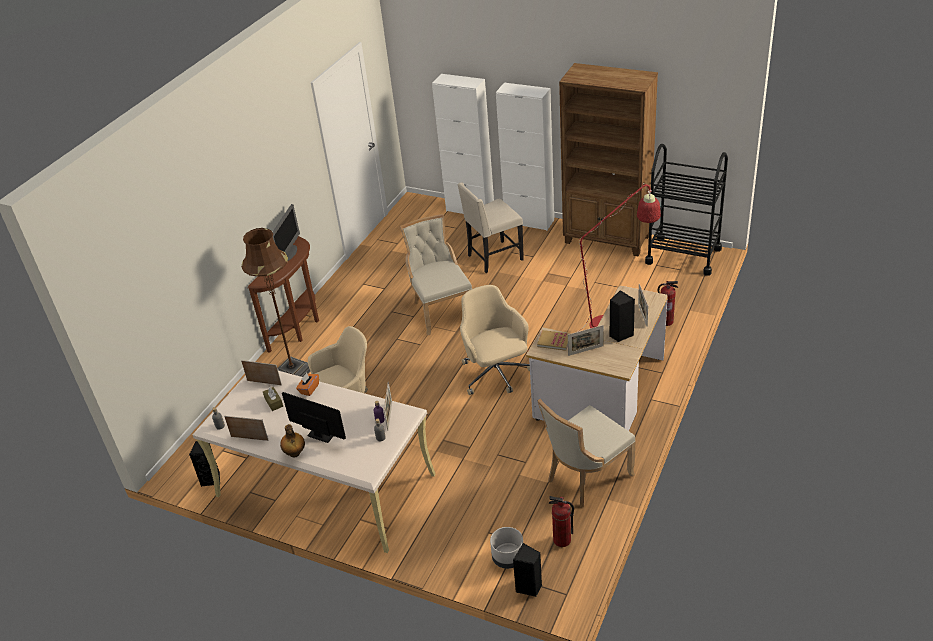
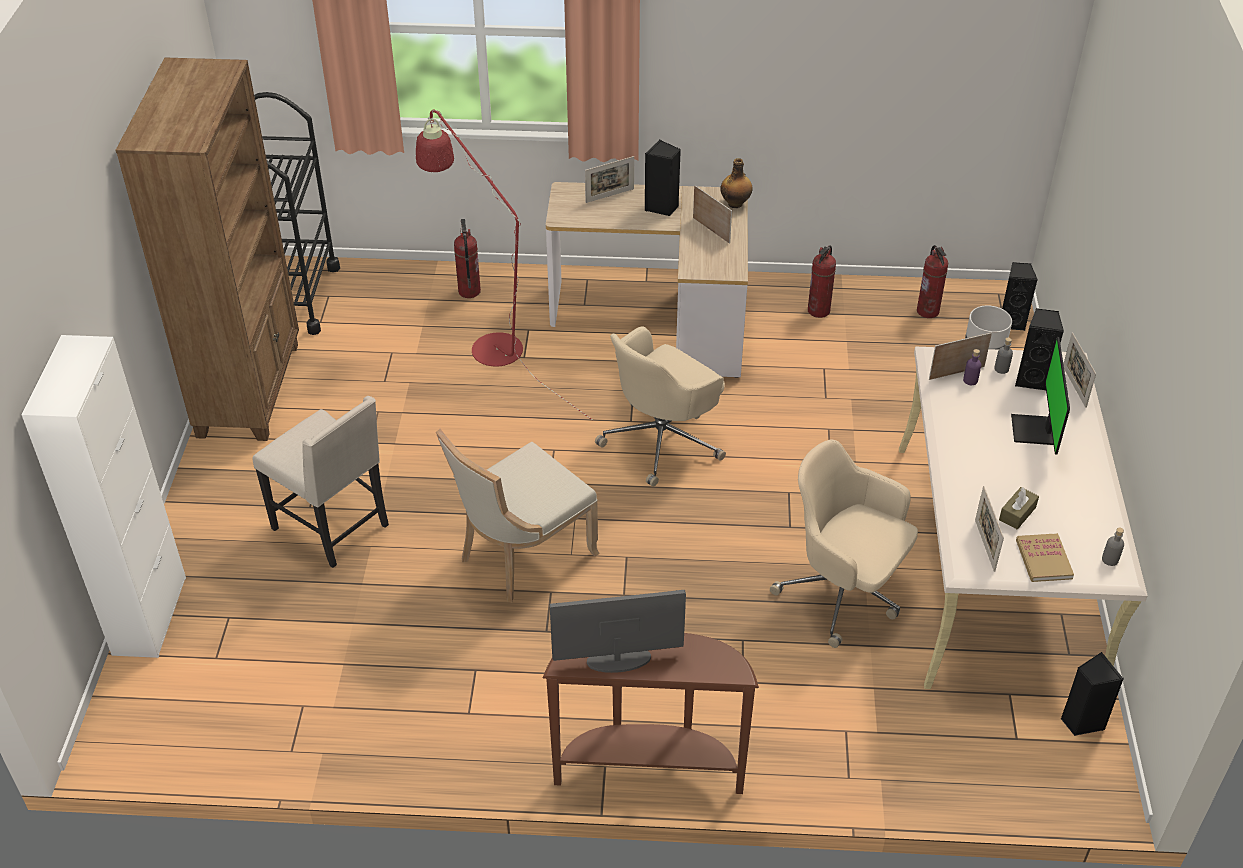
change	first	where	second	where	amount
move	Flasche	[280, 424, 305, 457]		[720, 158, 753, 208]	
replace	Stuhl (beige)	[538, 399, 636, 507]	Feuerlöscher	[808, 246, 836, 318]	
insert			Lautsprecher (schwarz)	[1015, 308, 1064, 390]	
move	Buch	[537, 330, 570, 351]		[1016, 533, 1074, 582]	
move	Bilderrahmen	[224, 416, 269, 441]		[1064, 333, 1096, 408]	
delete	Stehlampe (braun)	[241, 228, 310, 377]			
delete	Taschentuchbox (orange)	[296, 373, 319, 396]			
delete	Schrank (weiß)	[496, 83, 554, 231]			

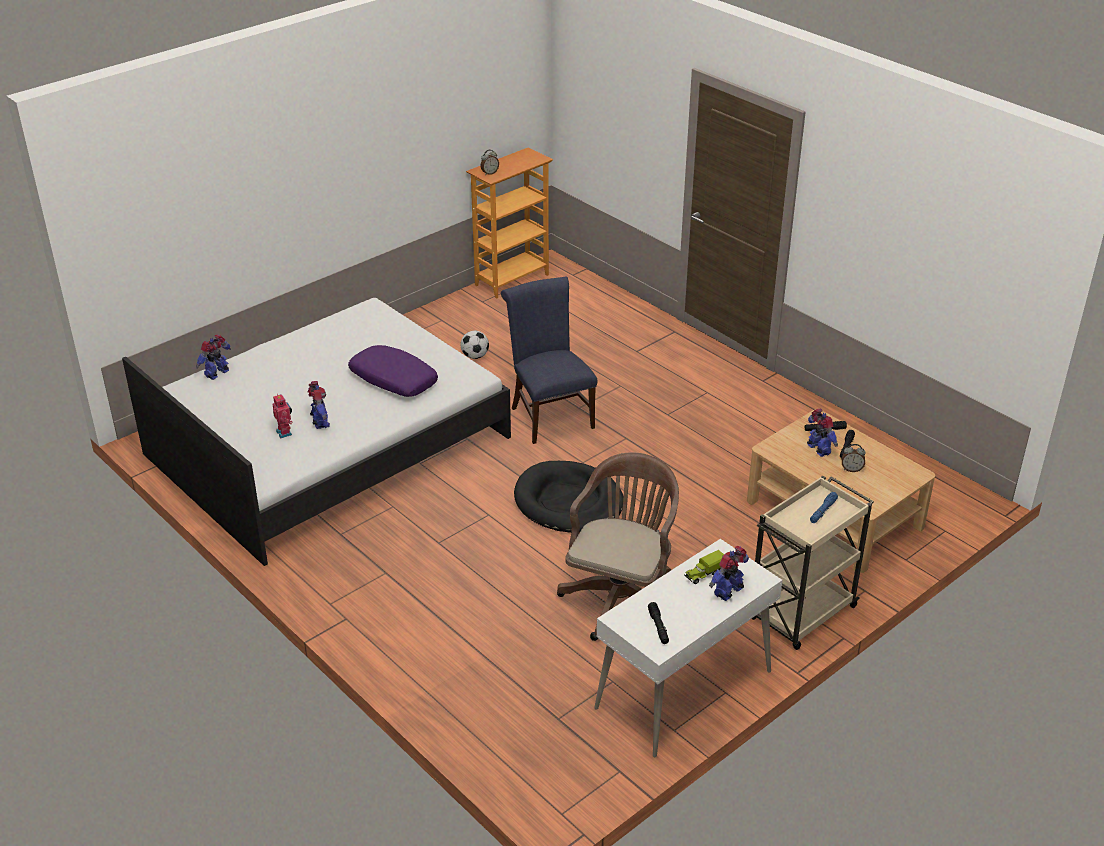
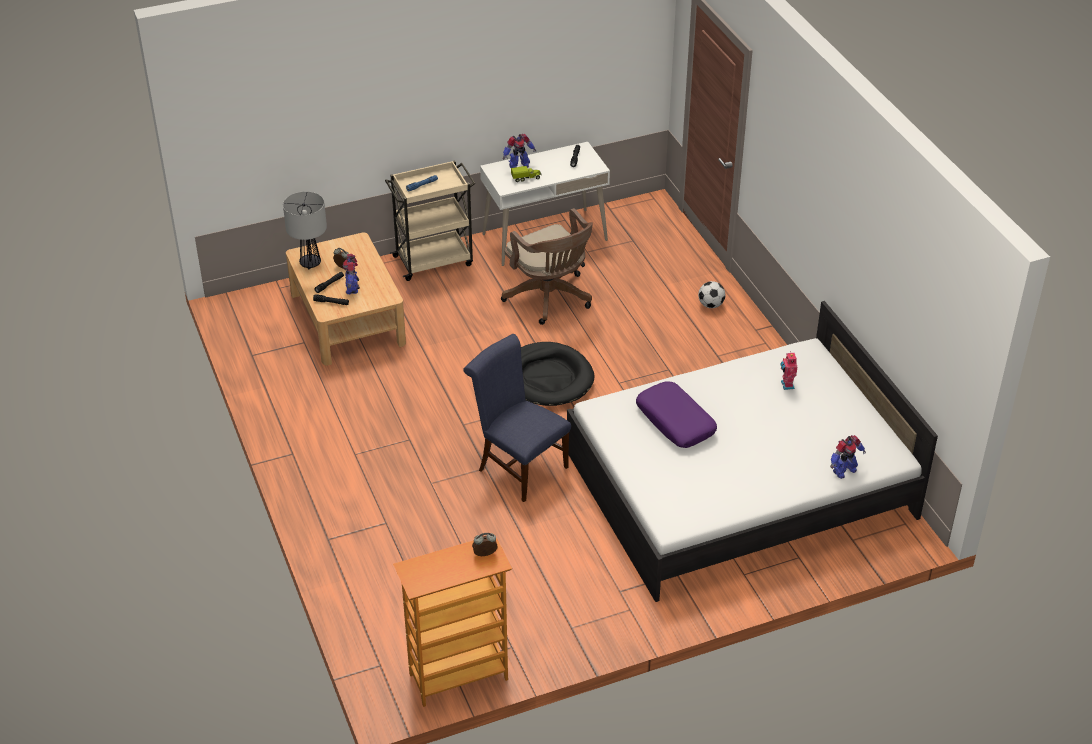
change	first	where	second	where	amount
insert			Tischlampe	[283, 192, 327, 269]	
rotate	Stuhl (blau)	[501, 277, 597, 444]		[463, 334, 571, 502]	135 degrees clockwise
rotate	Bürostuhl (braun)	[557, 452, 679, 641]		[501, 208, 593, 325]	75 degrees counterclockwise
move	Fußball	[461, 331, 489, 359]		[698, 281, 725, 308]	
delete	Spielzeugroboter	[308, 381, 330, 429]			

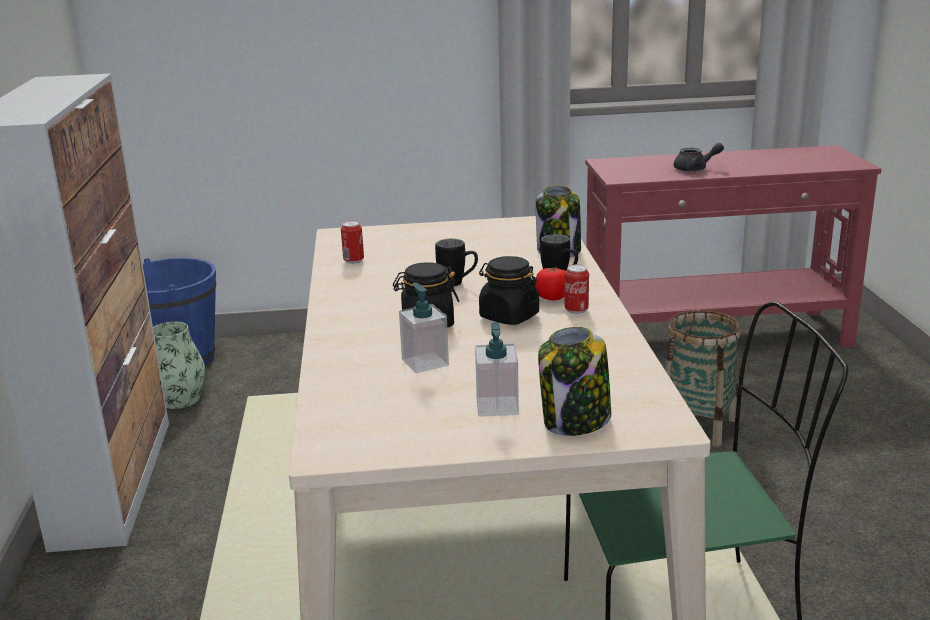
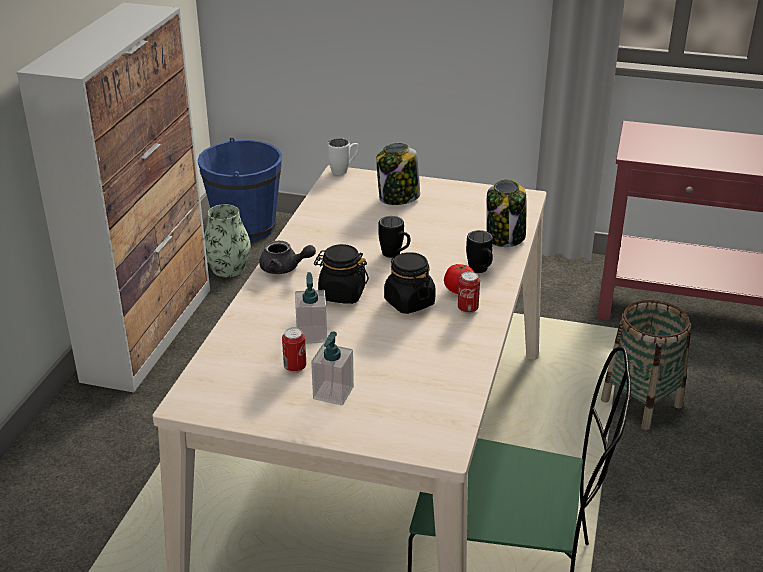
change	first	where	second	where	amount
move	Teekanne (grau)	[674, 143, 724, 172]		[259, 241, 316, 274]	
move	Dose	[341, 221, 364, 264]		[282, 327, 306, 373]	
insert			Henkelbecher (weiß)	[327, 138, 359, 175]	
move	Vorratsglas	[538, 327, 611, 436]		[376, 143, 420, 205]	

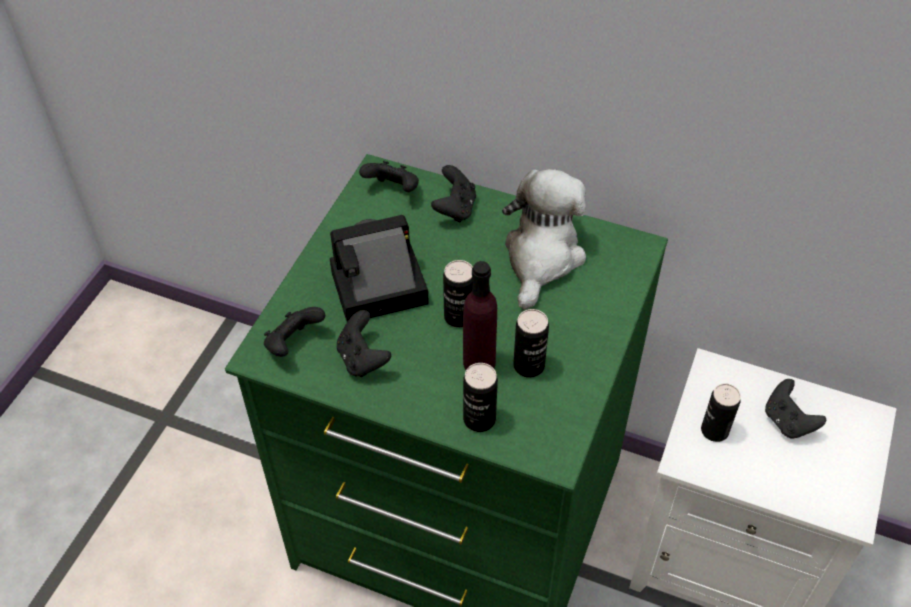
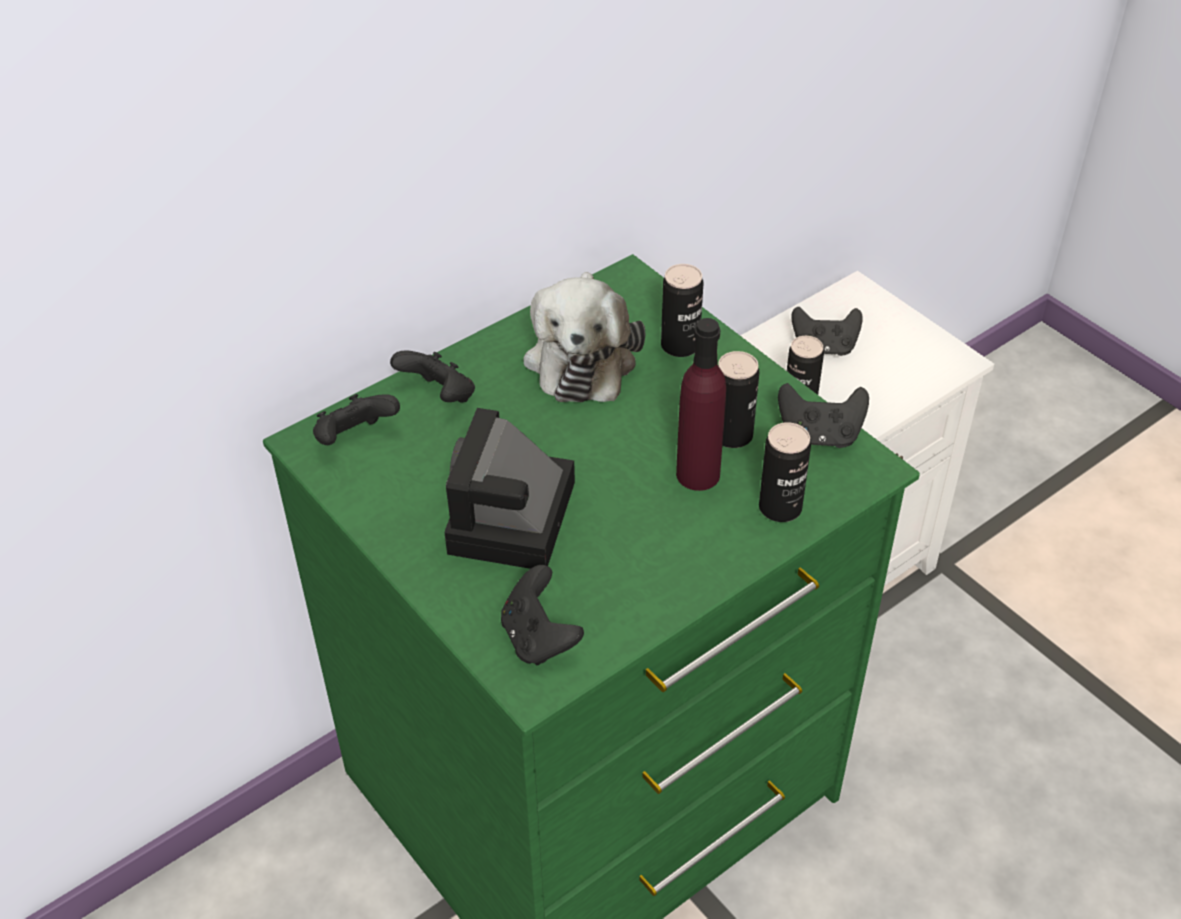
change	first	where	second	where	amount
rotate	Plüschtier	[502, 169, 586, 309]		[523, 272, 645, 402]	135 degrees counterclockwise
move	Dose	[443, 260, 473, 328]		[661, 264, 703, 357]	
move	Gamepad (schwarz)	[337, 310, 391, 377]		[778, 383, 869, 448]	

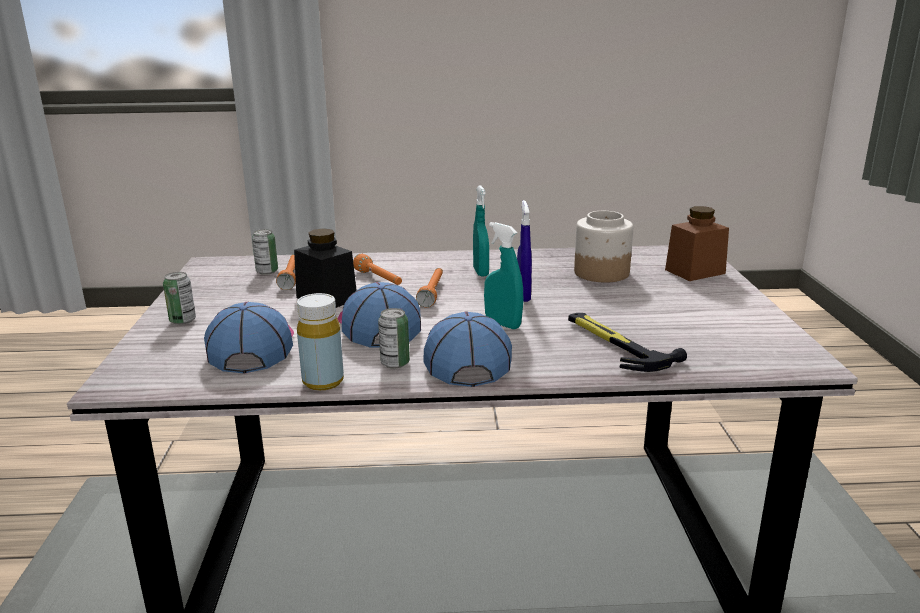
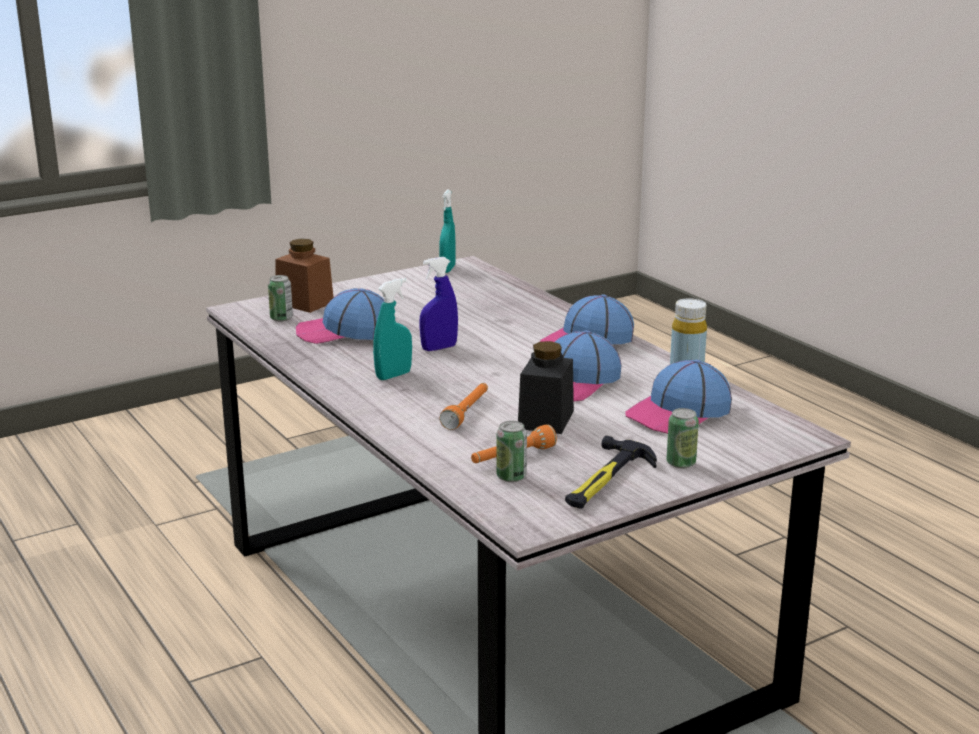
change	first	where	second	where	amount
move	Dose	[378, 308, 410, 368]		[268, 275, 293, 322]	
replace	Vorratsglas	[574, 211, 633, 283]	Kappe	[296, 288, 384, 344]	
move	Sprühflasche (türkis)	[484, 222, 524, 329]		[439, 190, 456, 273]	
move	Hammer	[568, 313, 687, 372]		[565, 436, 657, 509]	
delete	Taschenlampe (orange)	[416, 268, 443, 307]			

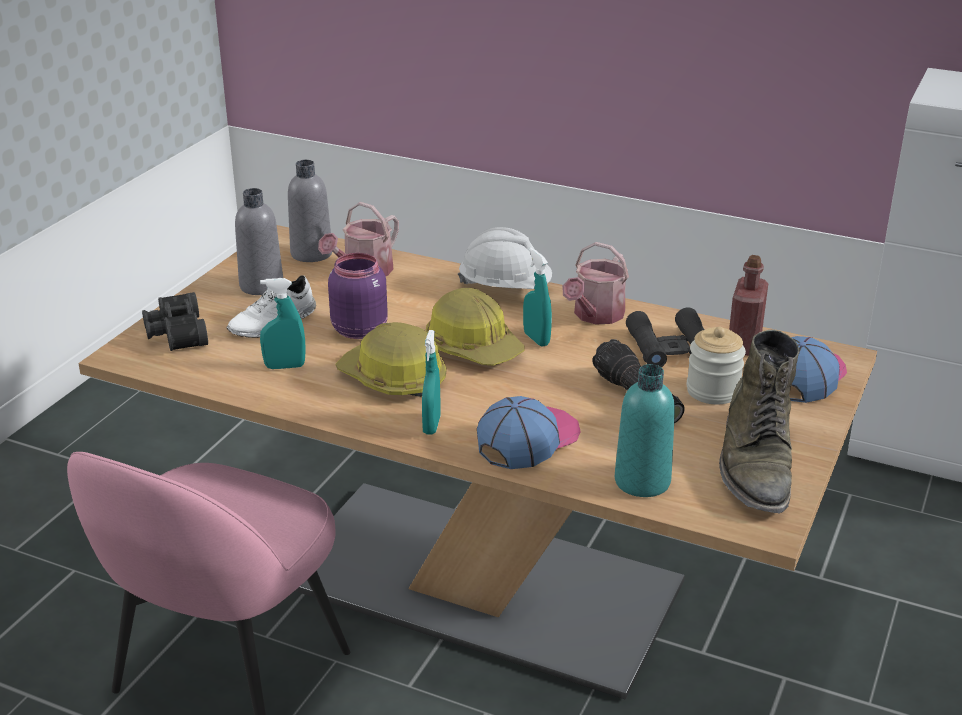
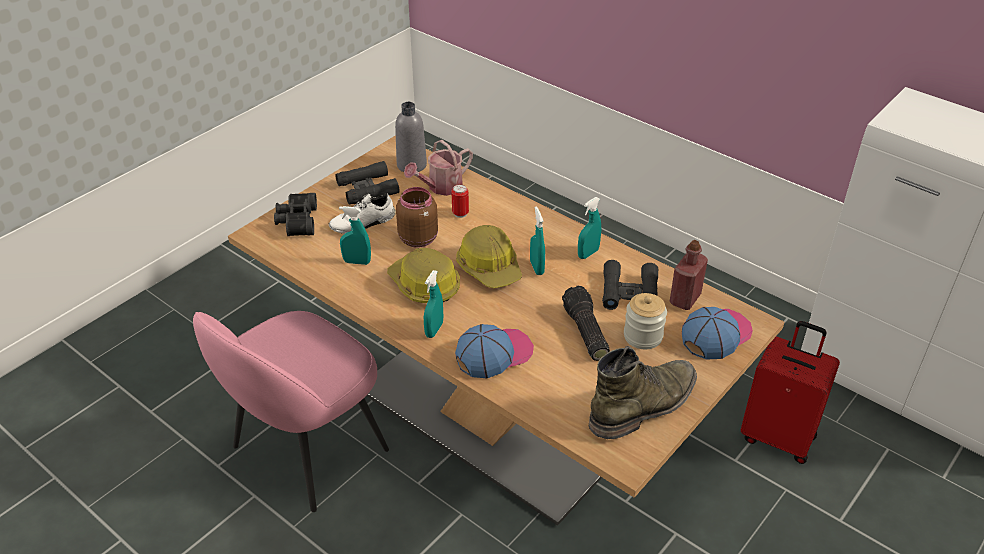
change	first	where	second	where	amount
replace	Flasche (grau)	[235, 188, 283, 295]	Fernglas (schwarz)	[335, 161, 399, 205]	
recolor	Vorratsglas (lila)	[328, 253, 388, 339]	Vorratsglas (braun)	[396, 187, 438, 248]	
insert			Dose	[452, 184, 469, 218]	
replace	Gießkanne	[562, 242, 629, 324]	Sprühflasche (türkis)	[578, 197, 601, 259]	
rotate	Stiefel (grün)	[719, 330, 799, 514]		[589, 346, 697, 439]	150 degrees counterclockwise
insert			Koffer (rot)	[741, 321, 840, 464]	
delete	Schutzhelm (weiß)	[458, 227, 552, 289]			
delete	Flasche (türkis)	[615, 364, 675, 497]			

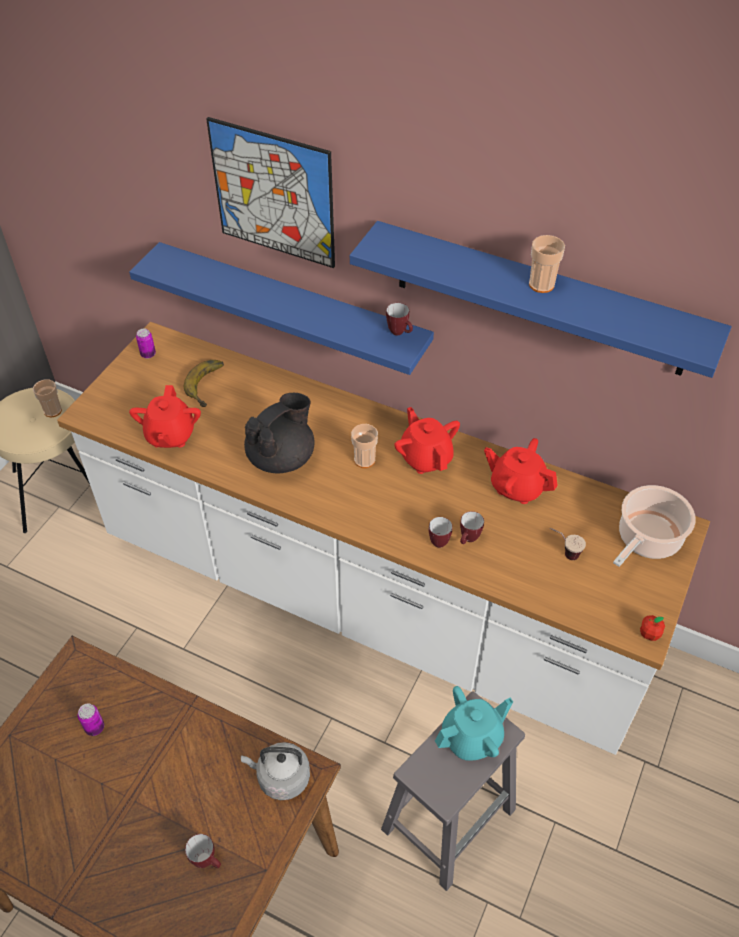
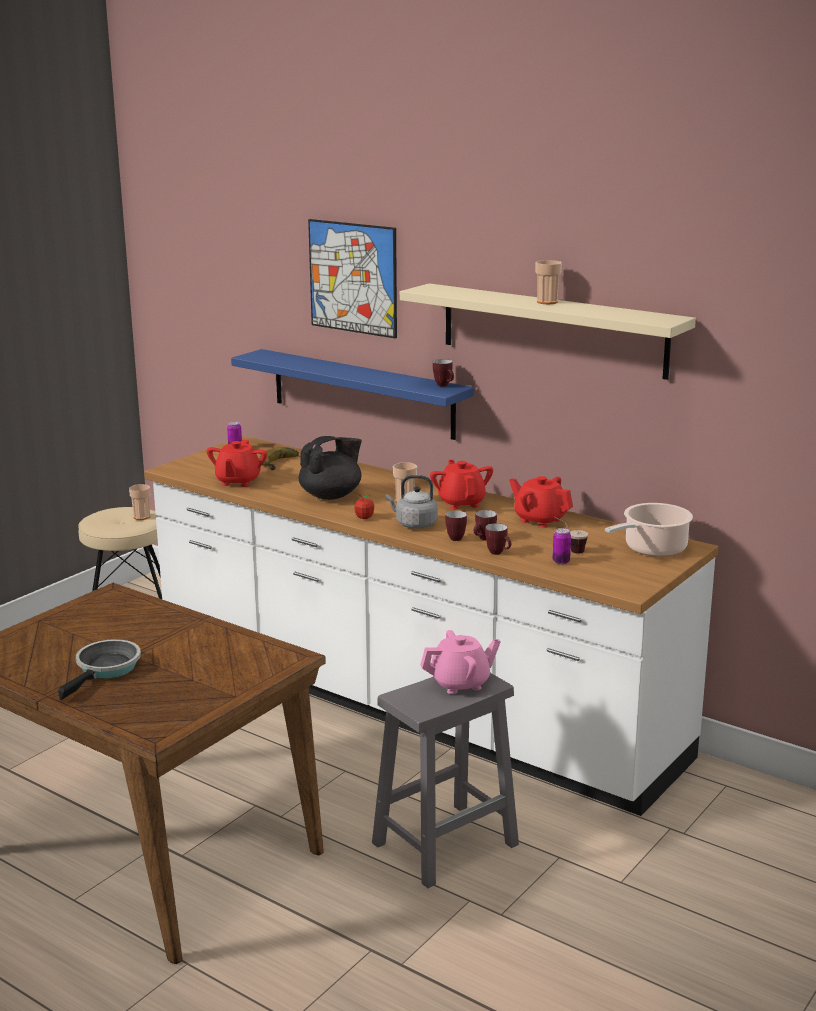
change	first	where	second	where	amount
insert			Pfanne	[58, 639, 141, 700]	
move	Apfel	[640, 615, 665, 641]		[354, 494, 374, 519]	
move	Wasserkessel (grau)	[241, 742, 310, 800]		[386, 475, 438, 529]	
recolor	Wandregal (blau)	[350, 221, 732, 378]	Wandregal (beige)	[400, 283, 696, 380]	
recolor	Teekanne (türkis)	[435, 686, 513, 761]	Teekanne (rosa)	[420, 630, 501, 694]	
move	Henkelbecher	[185, 834, 221, 868]		[485, 523, 511, 555]	
move	Dose	[78, 703, 104, 736]		[552, 528, 571, 565]	

